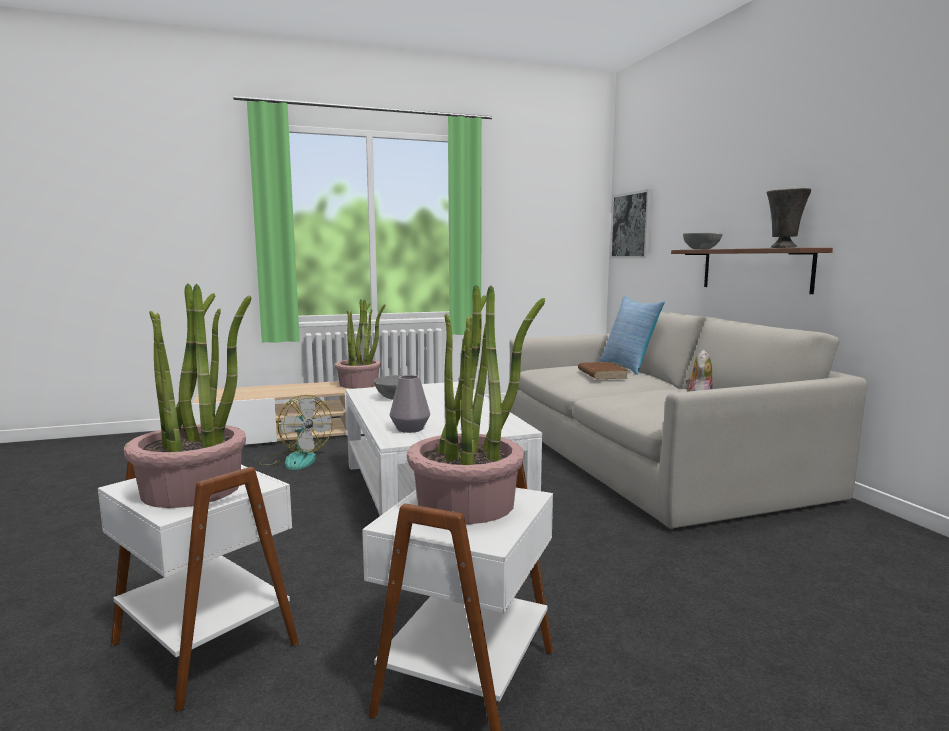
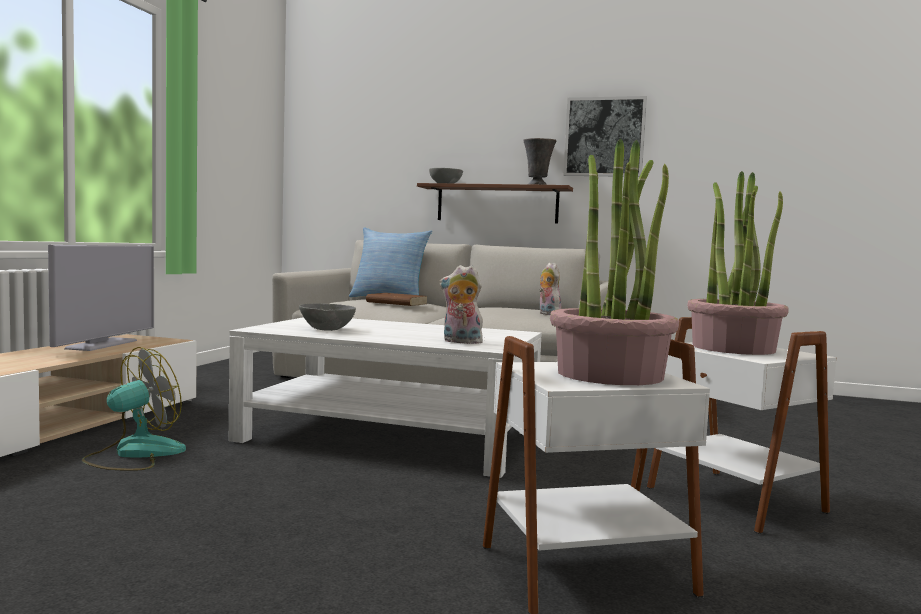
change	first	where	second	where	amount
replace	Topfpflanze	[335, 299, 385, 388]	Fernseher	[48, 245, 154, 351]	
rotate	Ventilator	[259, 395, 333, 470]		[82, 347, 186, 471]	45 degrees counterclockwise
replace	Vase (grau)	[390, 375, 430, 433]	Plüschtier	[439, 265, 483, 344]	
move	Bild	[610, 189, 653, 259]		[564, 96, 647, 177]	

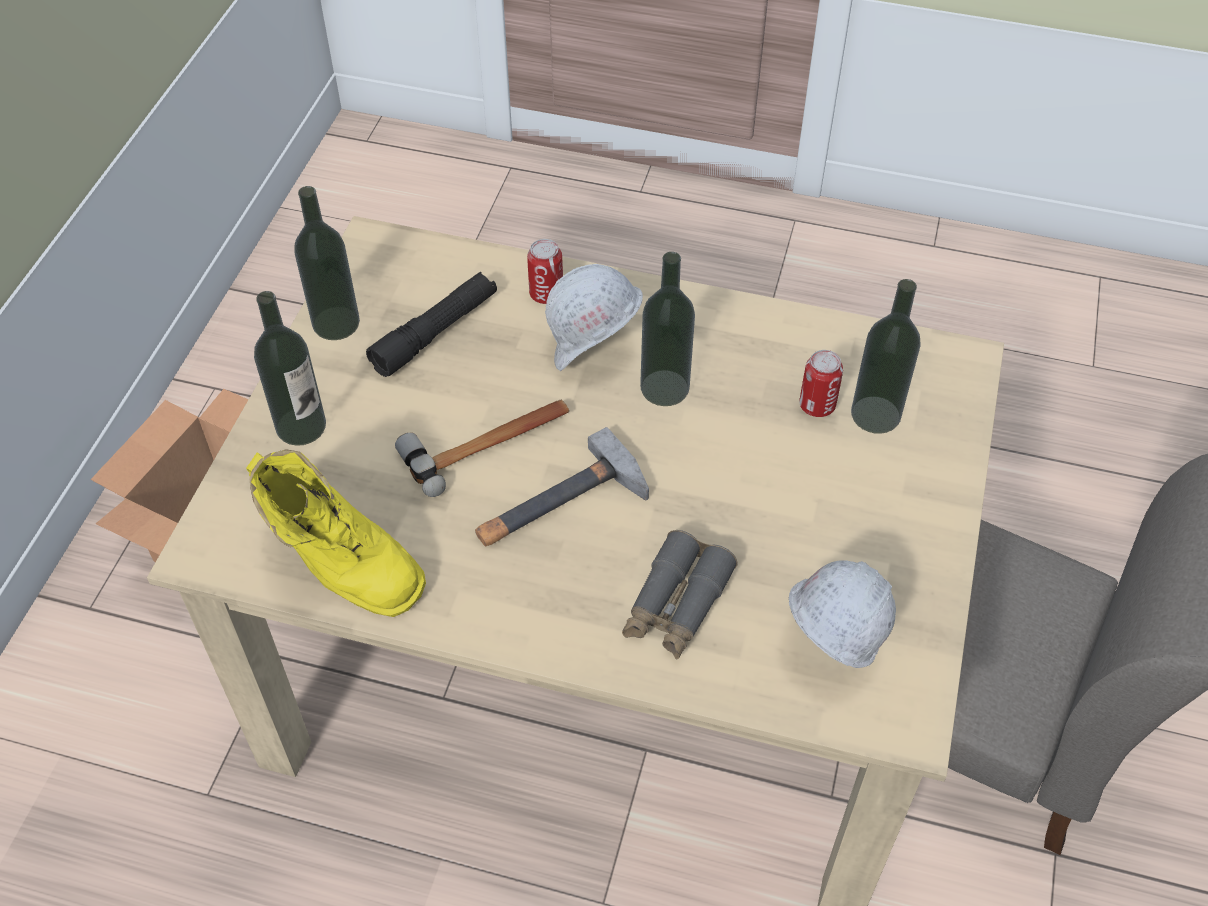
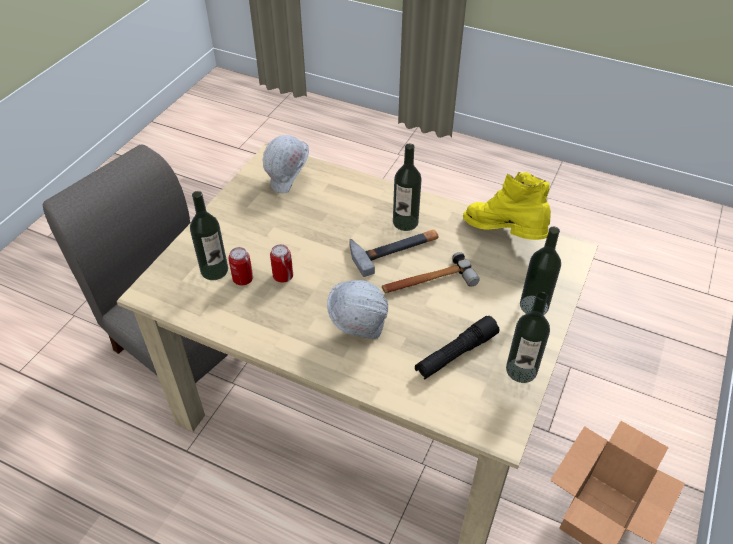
change	first	where	second	where	amount
move	Dose	[527, 239, 563, 304]		[270, 244, 293, 283]	
move	Flasche	[640, 252, 695, 406]		[393, 144, 422, 231]	
delete	Fernglas (grau)	[622, 530, 738, 660]			

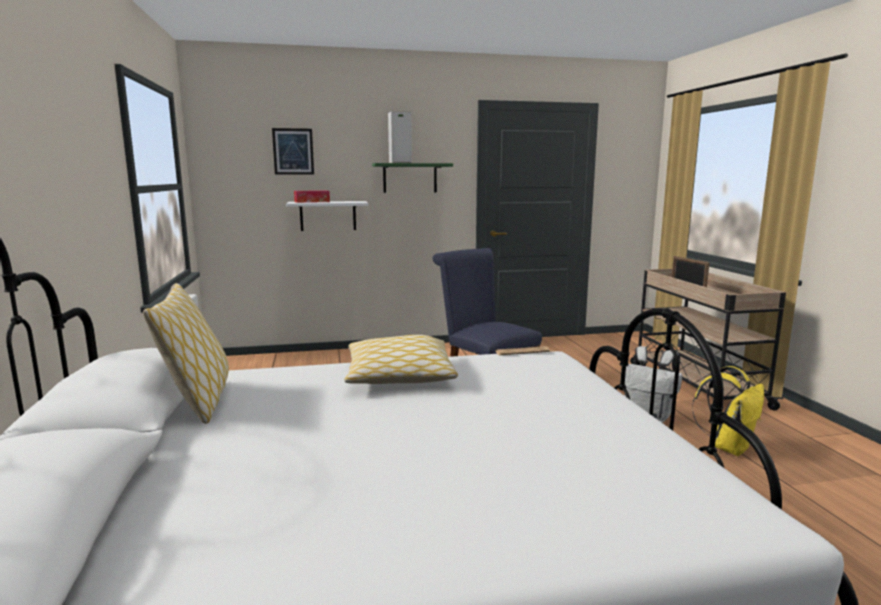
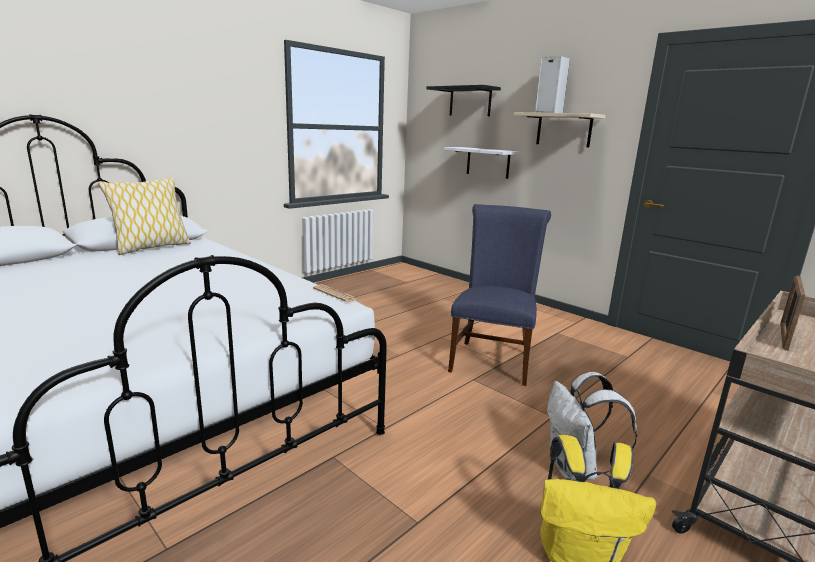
change	first	where	second	where	amount
replace	Bild	[272, 128, 314, 175]	Wandregal (schwarz)	[426, 85, 501, 116]	
recolor	Wandregal (grün)	[372, 163, 453, 193]	Wandregal (beige)	[514, 112, 606, 147]	
delete	Taschentuchbox	[294, 190, 330, 203]			
delete	Kissen	[344, 335, 458, 384]			

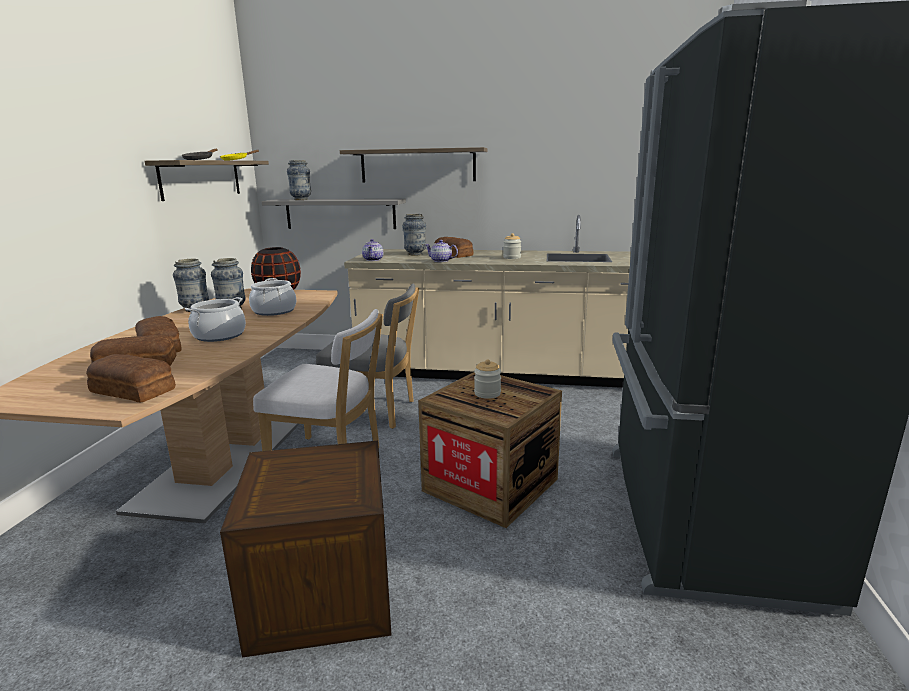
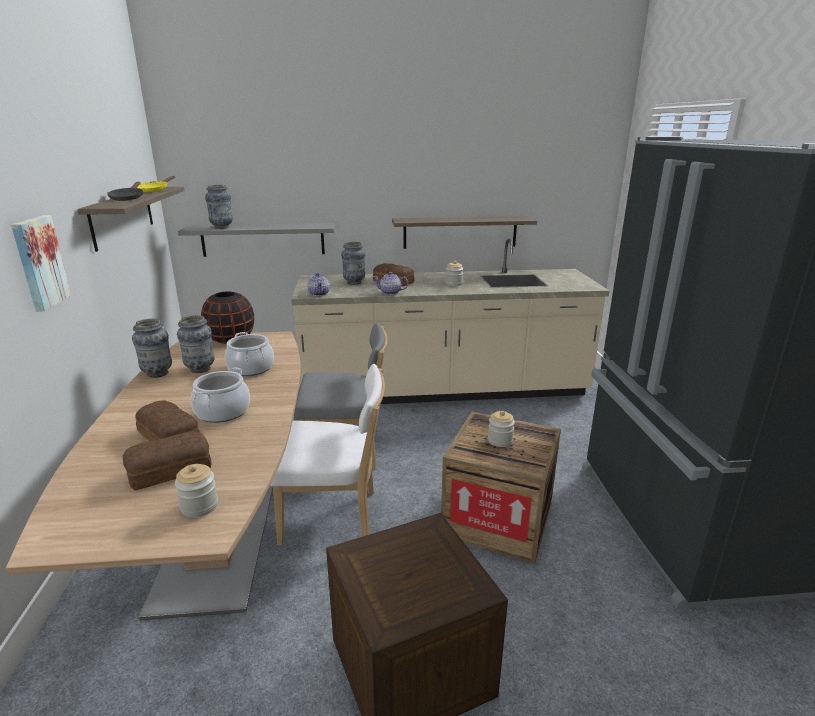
change	first	where	second	where	amount
insert			Bild	[11, 215, 71, 312]	
replace	Brot	[86, 354, 176, 402]	Vorratsglas	[175, 464, 218, 518]	
move	Wandregal	[340, 147, 488, 182]		[392, 216, 537, 249]	

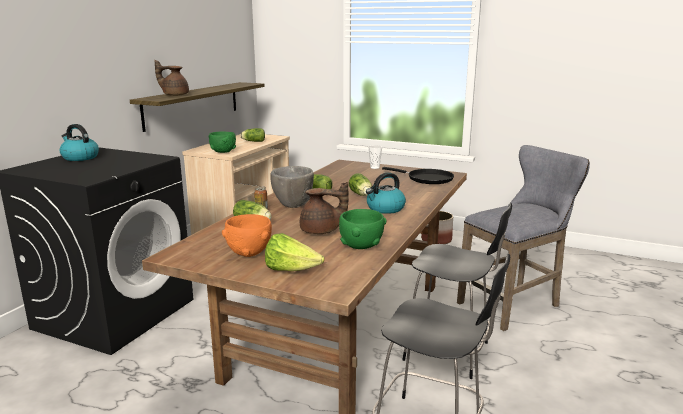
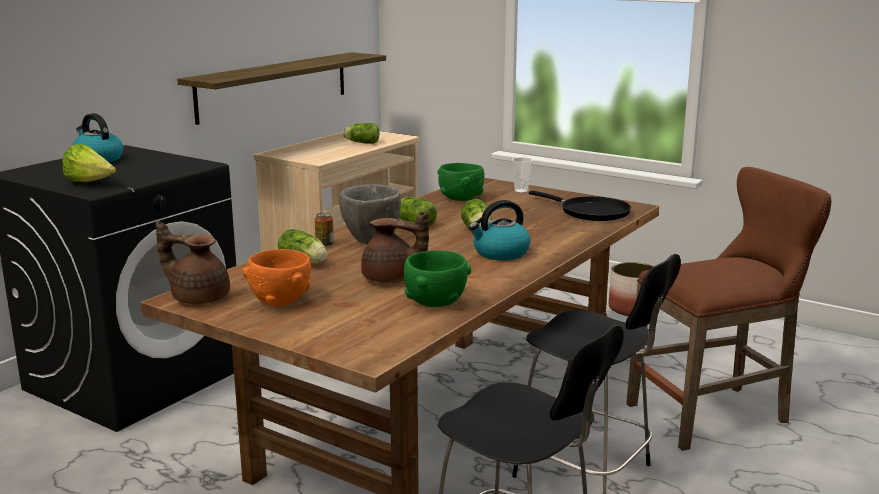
change	first	where	second	where	amount
move	Salatkopf	[265, 233, 324, 271]		[62, 144, 116, 182]	
move	Teekanne (braun)	[154, 60, 189, 96]		[156, 221, 230, 305]	
move	Schüssel (grün)	[209, 132, 236, 153]		[438, 163, 484, 201]	
recolor	Hocker (grau)	[457, 145, 590, 331]	Hocker (braun)	[626, 167, 831, 451]	

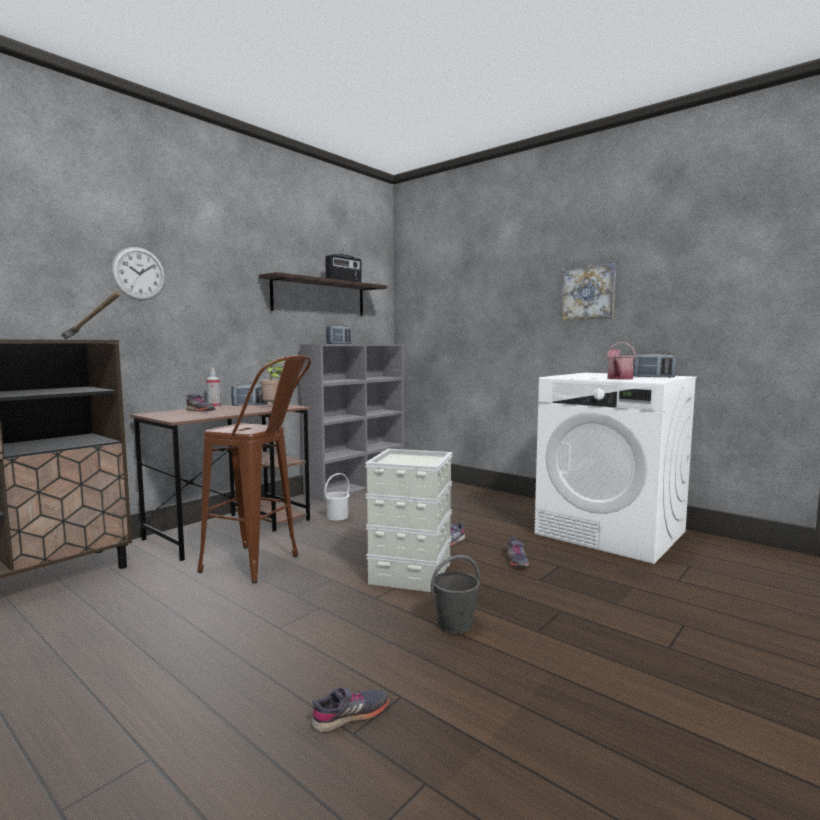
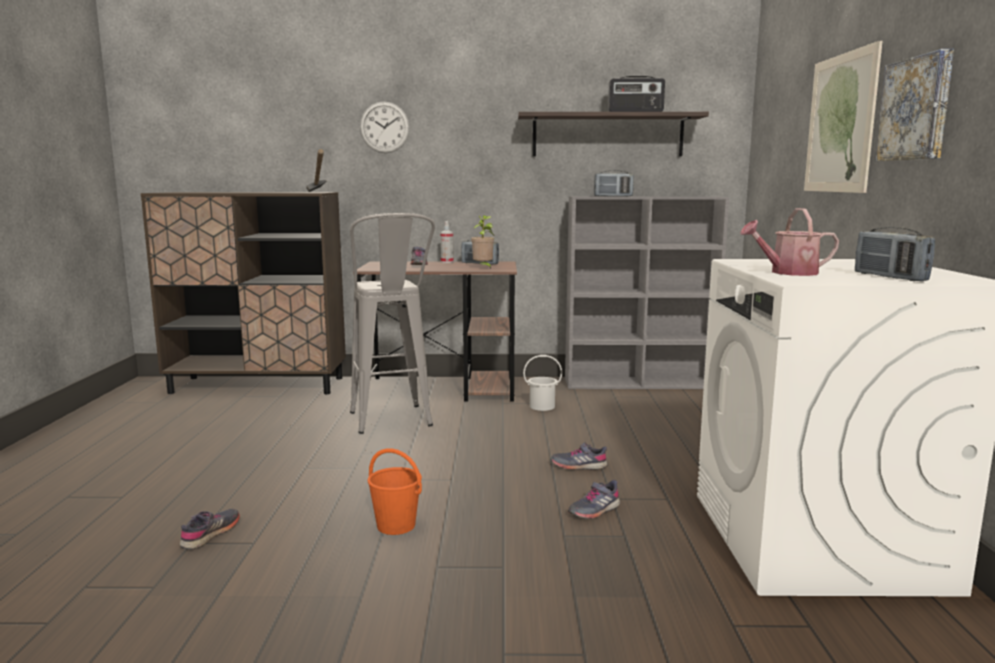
change	first	where	second	where	amount
rotate	Schuh (grau)	[311, 688, 389, 733]		[180, 509, 240, 549]	90 degrees counterclockwise
recolor	Hocker (braun)	[197, 355, 311, 584]	Hocker (grau)	[350, 213, 435, 434]	
recolor	Eimer (grau)	[431, 555, 480, 634]	Eimer (orange)	[368, 448, 422, 535]	
insert			Bild	[804, 40, 883, 193]	
delete	Aufbewahrungsbox (grau)	[365, 449, 452, 592]			

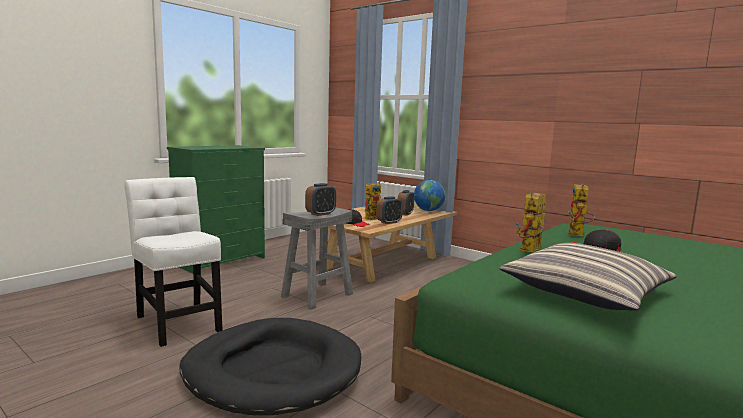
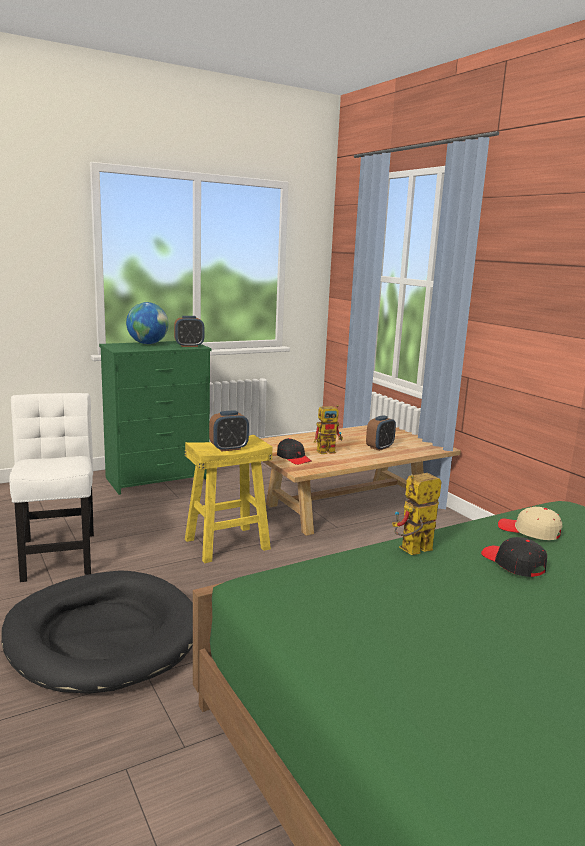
change	first	where	second	where	amount
move	Globus	[414, 180, 445, 211]		[126, 302, 169, 344]	
move	Wecker	[376, 196, 403, 224]		[174, 316, 204, 347]	
recolor	Hocker (grau)	[281, 207, 353, 310]	Hocker (gelb)	[185, 435, 272, 563]	
replace	Spielzeugroboter	[567, 184, 595, 236]	Kappe (beige)	[498, 507, 562, 540]	
delete	Kissen	[499, 243, 677, 311]			

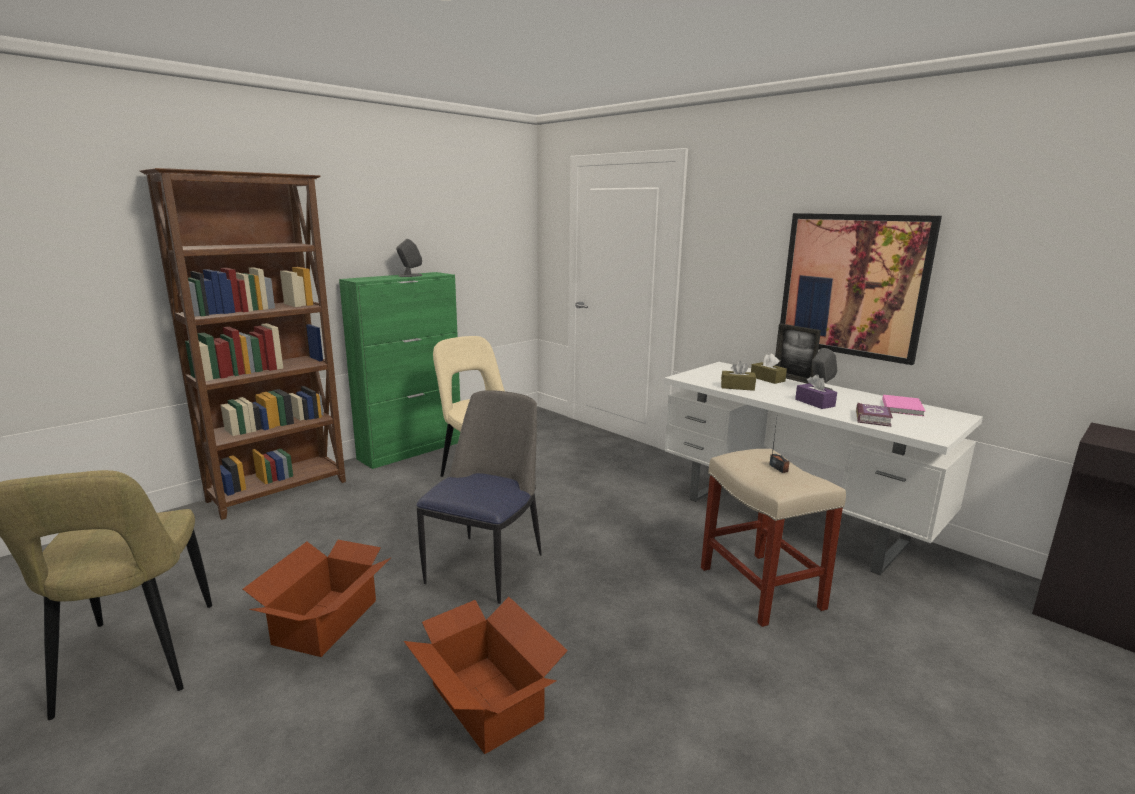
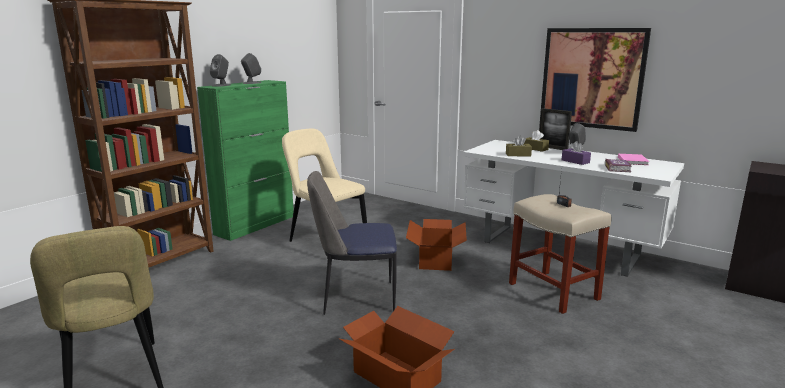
change	first	where	second	where	amount
insert			Lautsprecher (grau)	[210, 54, 231, 87]	
rotate	Stuhl	[417, 390, 542, 604]		[307, 171, 397, 315]	105 degrees counterclockwise
move	Karton	[243, 540, 391, 657]		[406, 219, 467, 271]	

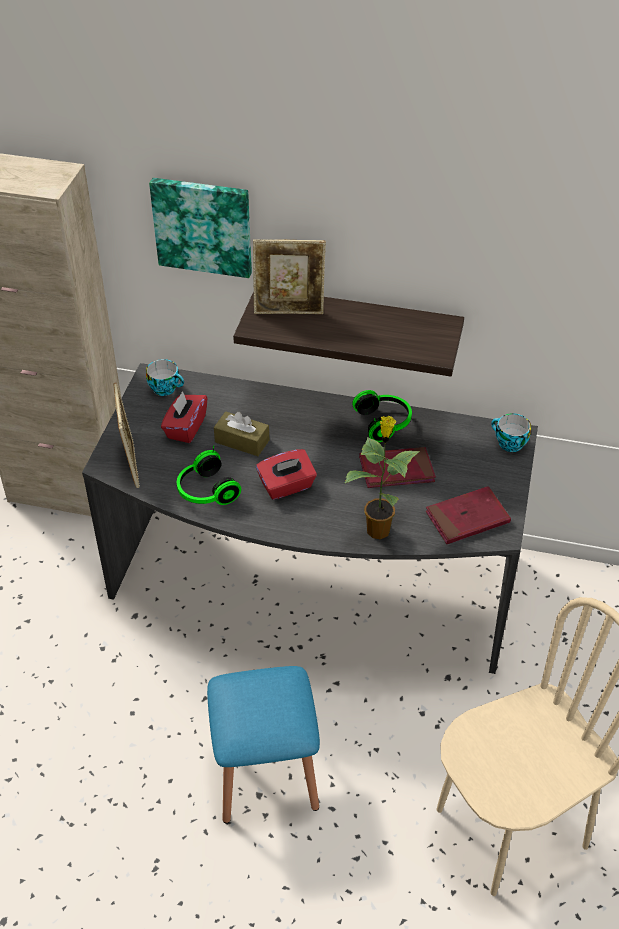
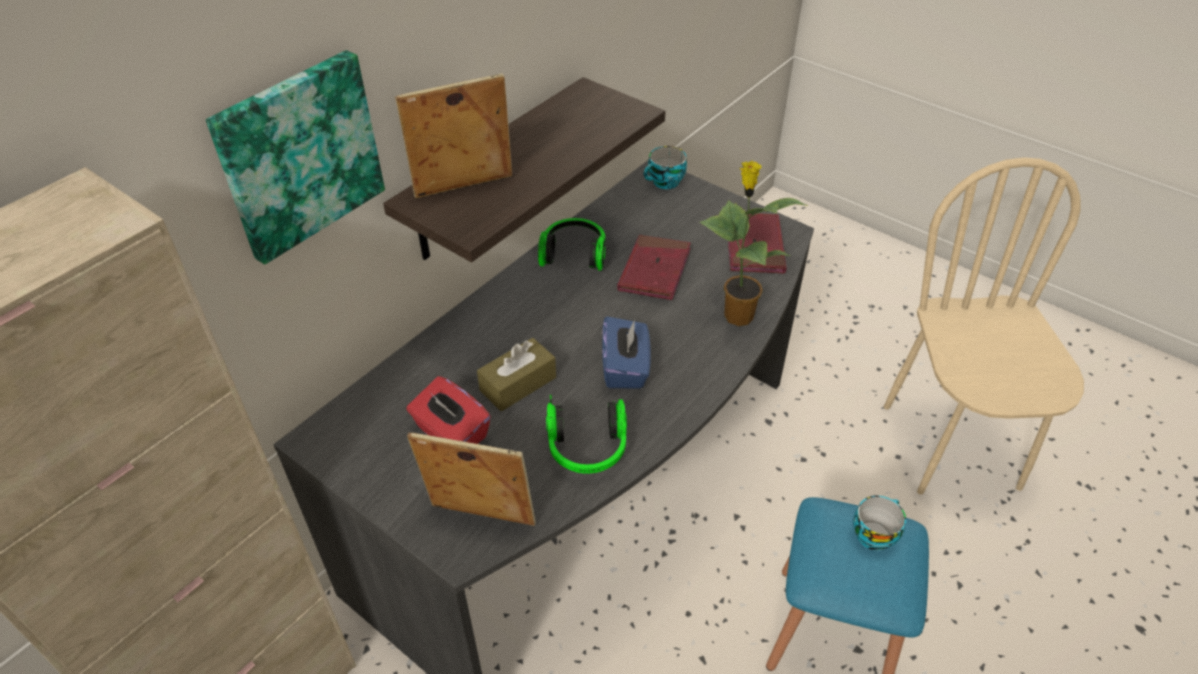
change	first	where	second	where	amount
rotate	Bilderrahmen	[253, 239, 326, 314]		[395, 73, 512, 198]	135 degrees counterclockwise
recolor	Taschentuchbox (rot)	[256, 449, 317, 500]	Taschentuchbox (blau)	[602, 316, 651, 388]	
move	Tasse	[146, 359, 184, 396]		[853, 496, 906, 551]	

